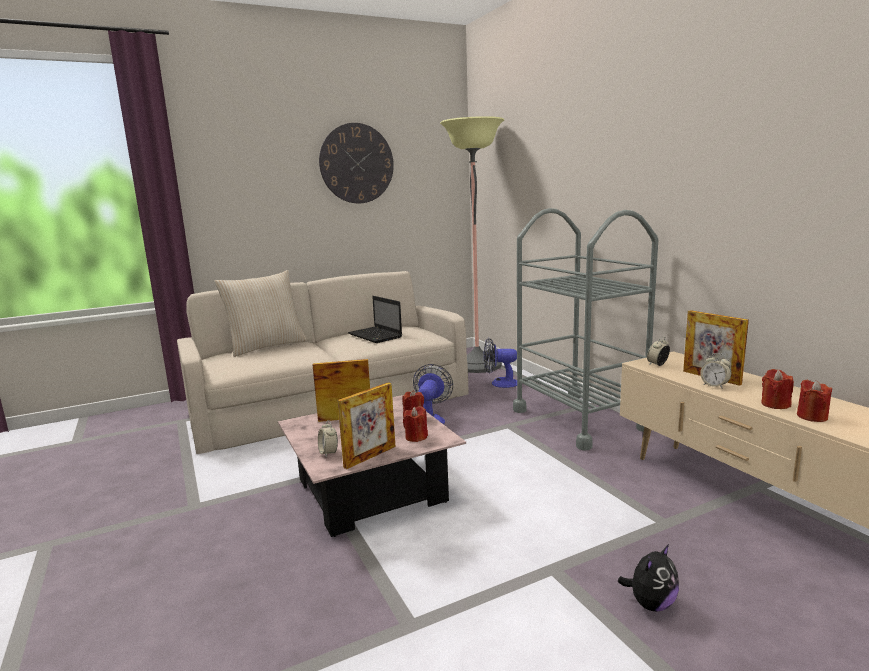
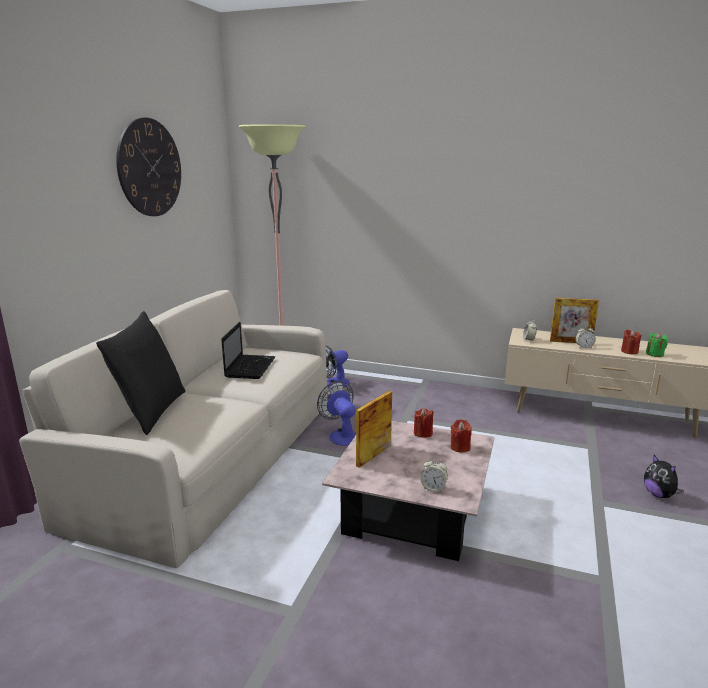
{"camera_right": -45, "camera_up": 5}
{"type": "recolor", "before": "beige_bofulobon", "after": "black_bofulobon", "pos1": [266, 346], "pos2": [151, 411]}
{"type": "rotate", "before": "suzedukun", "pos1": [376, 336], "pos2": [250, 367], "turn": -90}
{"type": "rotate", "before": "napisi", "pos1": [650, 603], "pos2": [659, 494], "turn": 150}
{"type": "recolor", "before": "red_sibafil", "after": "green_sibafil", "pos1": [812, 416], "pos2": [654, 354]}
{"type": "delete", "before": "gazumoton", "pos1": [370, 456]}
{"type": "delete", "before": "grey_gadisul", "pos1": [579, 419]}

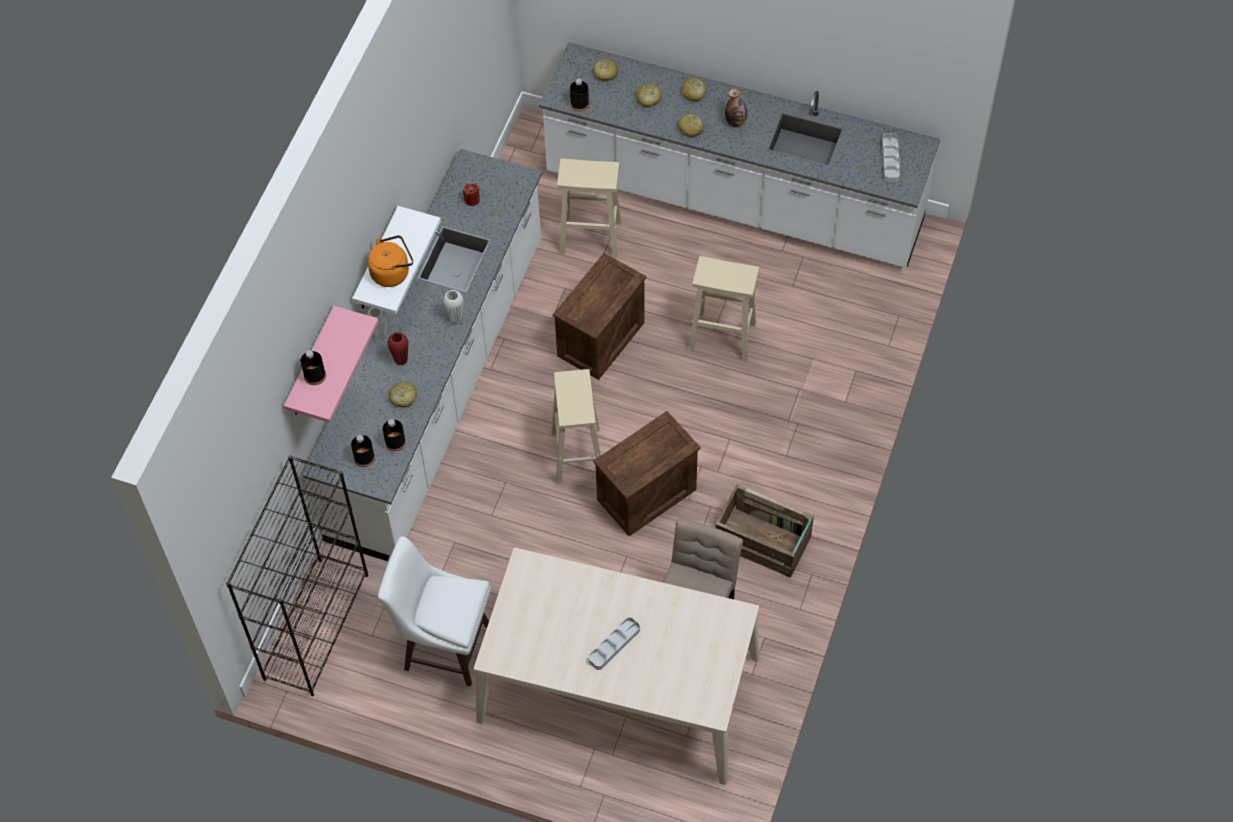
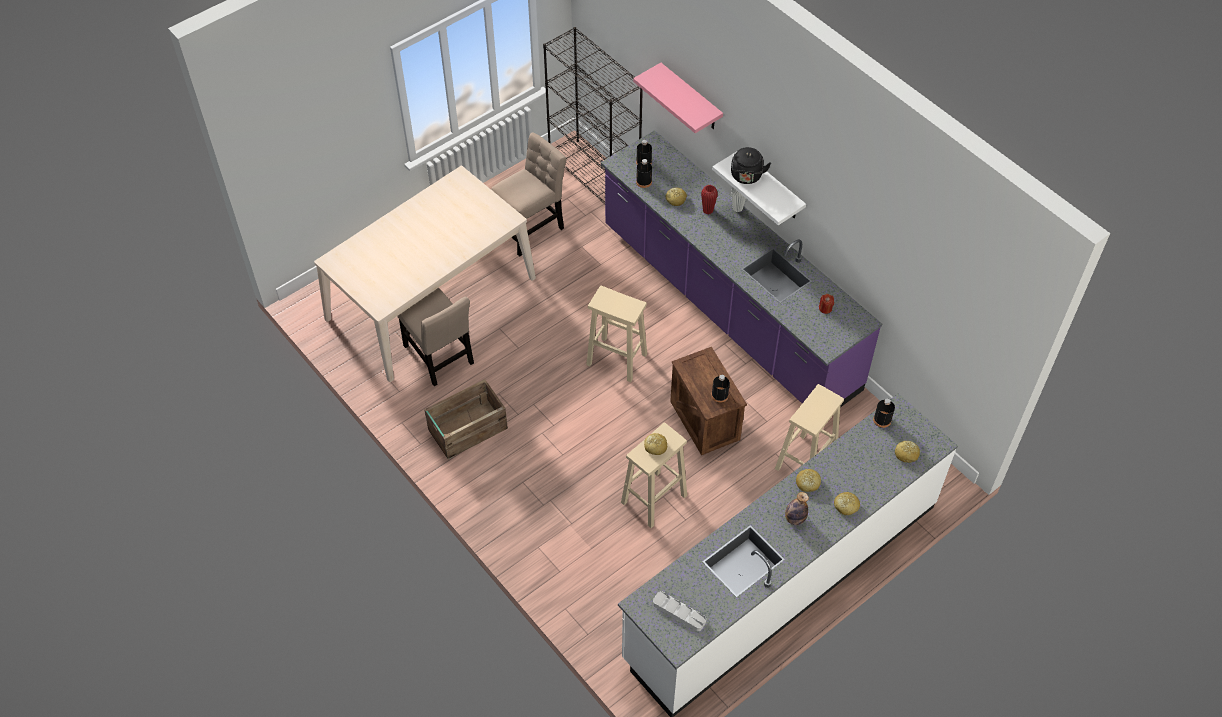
{"camera_right": 120, "camera_up": -5}
{"type": "replace", "before": "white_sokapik", "after": "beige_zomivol", "pos1": [445, 646], "pos2": [531, 228]}
{"type": "recolor", "before": "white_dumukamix", "after": "purple_dumukamix", "pos1": [439, 388], "pos2": [727, 308]}
{"type": "move", "before": "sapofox", "pos1": [648, 98], "pos2": [655, 446]}
{"type": "move", "before": "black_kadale", "pos1": [315, 375], "pos2": [719, 395]}
{"type": "recolor", "before": "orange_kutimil", "after": "black_kutimil", "pos1": [392, 272], "pos2": [746, 177]}
{"type": "delete", "before": "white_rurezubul", "pos1": [455, 318]}
{"type": "delete", "before": "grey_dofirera", "pos1": [614, 645]}
{"type": "delete", "before": "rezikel", "pos1": [646, 496]}

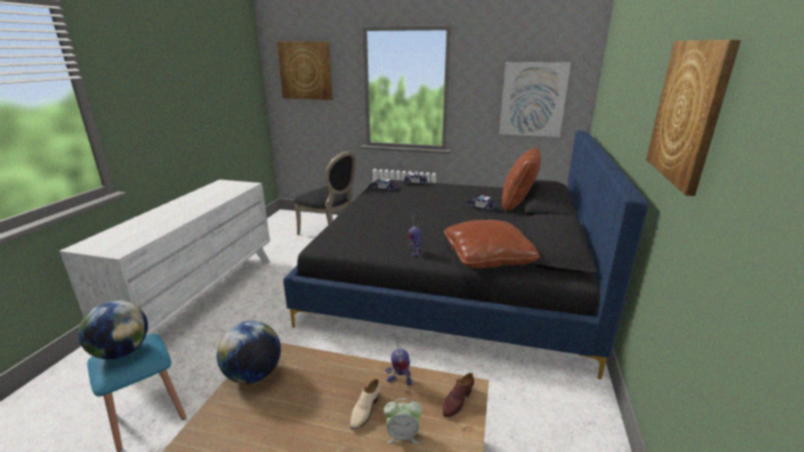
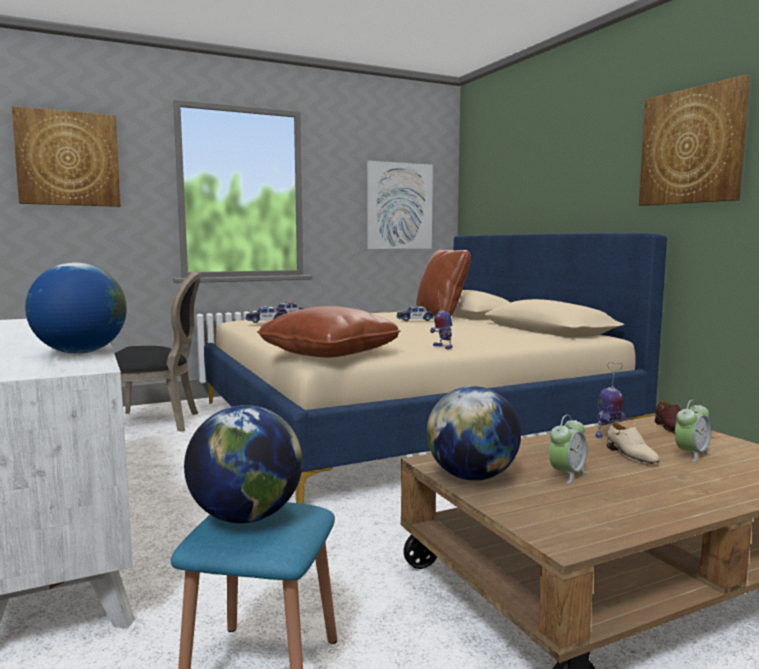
{"camera_right": -40, "camera_up": -15}
{"type": "insert", "after": "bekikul", "pos2": [80, 353]}
{"type": "recolor", "before": "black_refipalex", "after": "beige_refipalex", "pos1": [453, 278], "pos2": [407, 420]}
{"type": "move", "before": "brown_bofulobon", "pos1": [487, 257], "pos2": [329, 354]}
{"type": "insert", "after": "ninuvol", "pos2": [567, 475]}

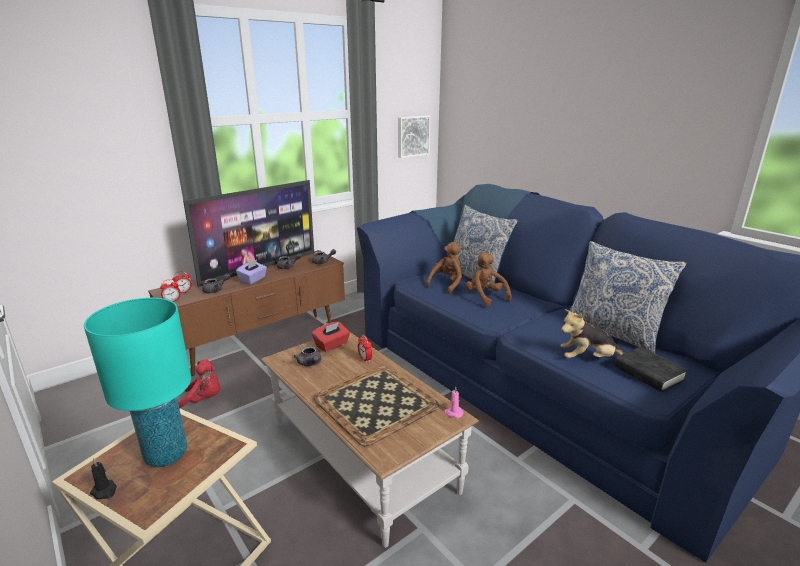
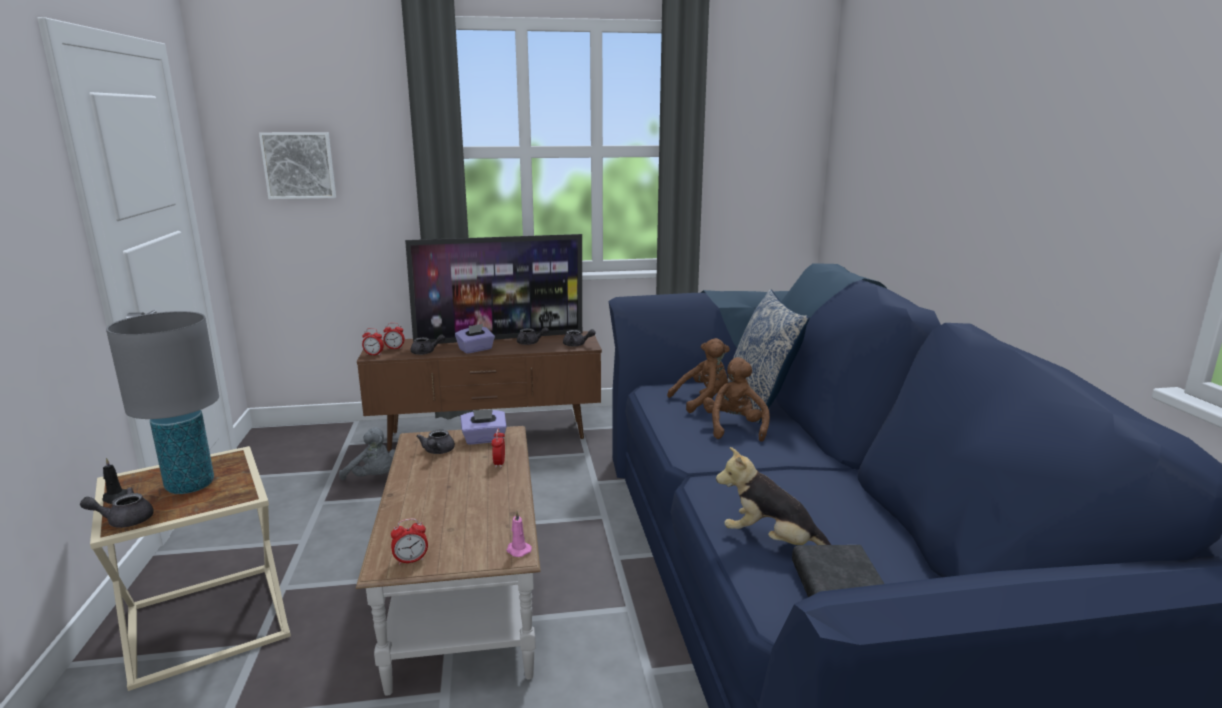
{"camera_right": 30, "camera_up": -5}
{"type": "insert", "after": "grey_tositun", "pos2": [124, 520]}
{"type": "recolor", "before": "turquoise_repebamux", "after": "grey_repebamux", "pos1": [166, 454], "pos2": [190, 485]}
{"type": "move", "before": "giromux", "pos1": [412, 136], "pos2": [299, 165]}
{"type": "recolor", "before": "red_napisi", "after": "grey_napisi", "pos1": [203, 400], "pos2": [374, 478]}
{"type": "insert", "after": "ninuvol", "pos2": [411, 560]}
{"type": "recolor", "before": "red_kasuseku", "after": "purple_kasuseku", "pos1": [332, 345], "pos2": [484, 439]}
{"type": "delete", "before": "dofirera", "pos1": [375, 404]}
{"type": "delete", "before": "bofulobon", "pos1": [612, 332]}

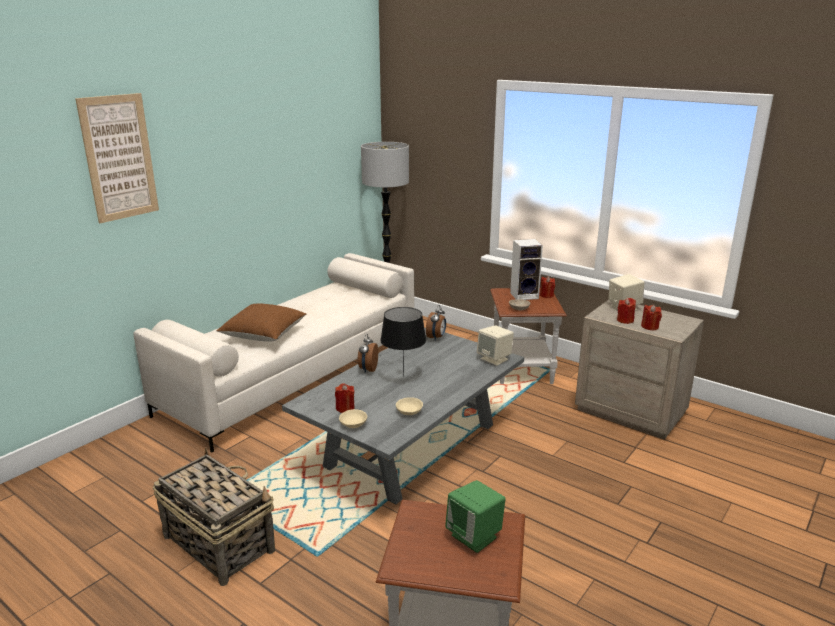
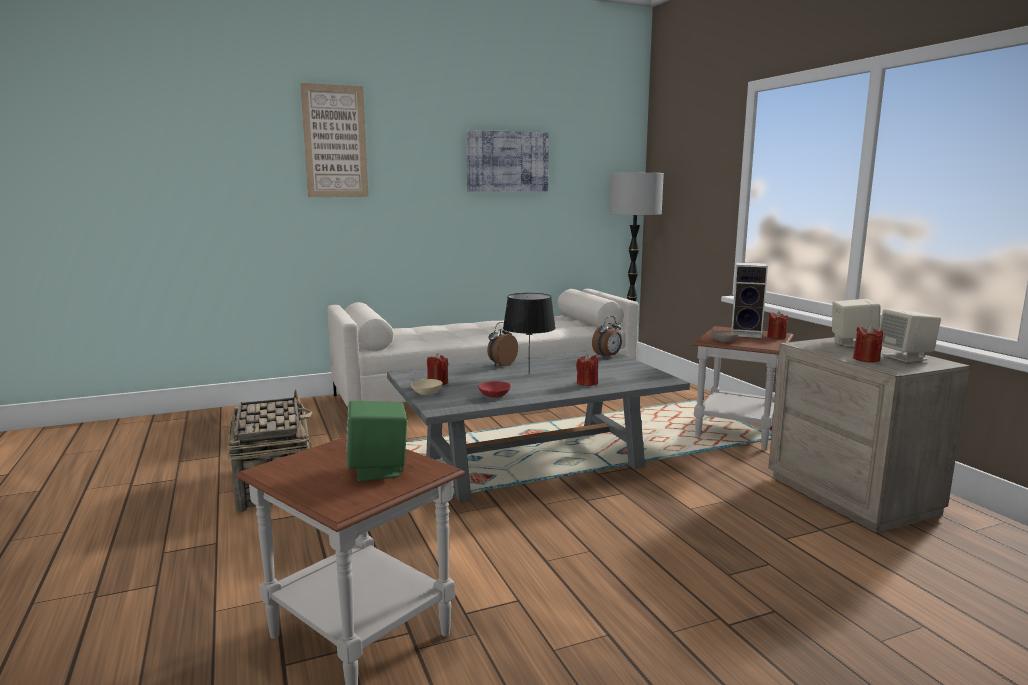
{"camera_right": 30, "camera_up": -10}
{"type": "insert", "after": "giromux", "pos2": [507, 161]}
{"type": "recolor", "before": "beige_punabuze", "after": "red_punabuze", "pos1": [409, 411], "pos2": [494, 395]}
{"type": "move", "before": "red_sibafil", "pos1": [625, 320], "pos2": [587, 383]}
{"type": "move", "before": "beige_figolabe", "pos1": [494, 359], "pos2": [905, 357]}
{"type": "delete", "before": "brown_bofulobon", "pos1": [264, 335]}

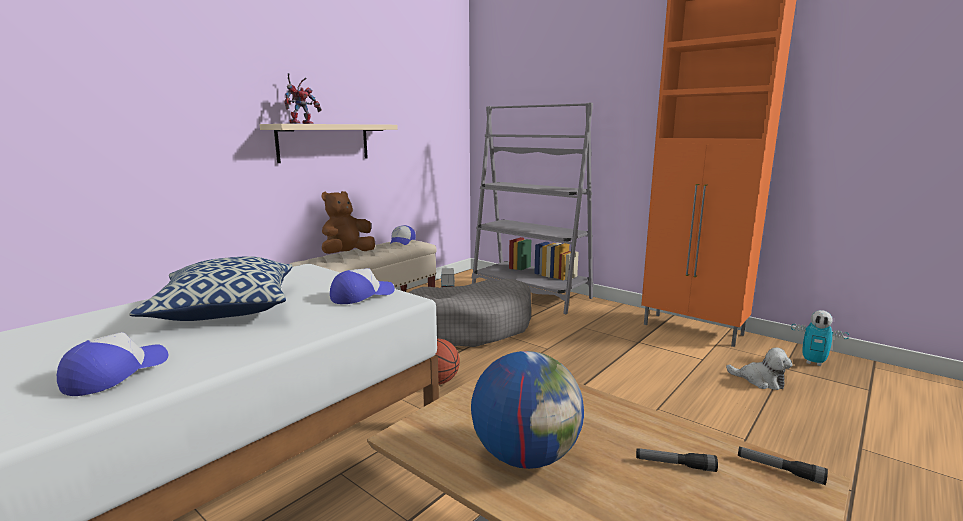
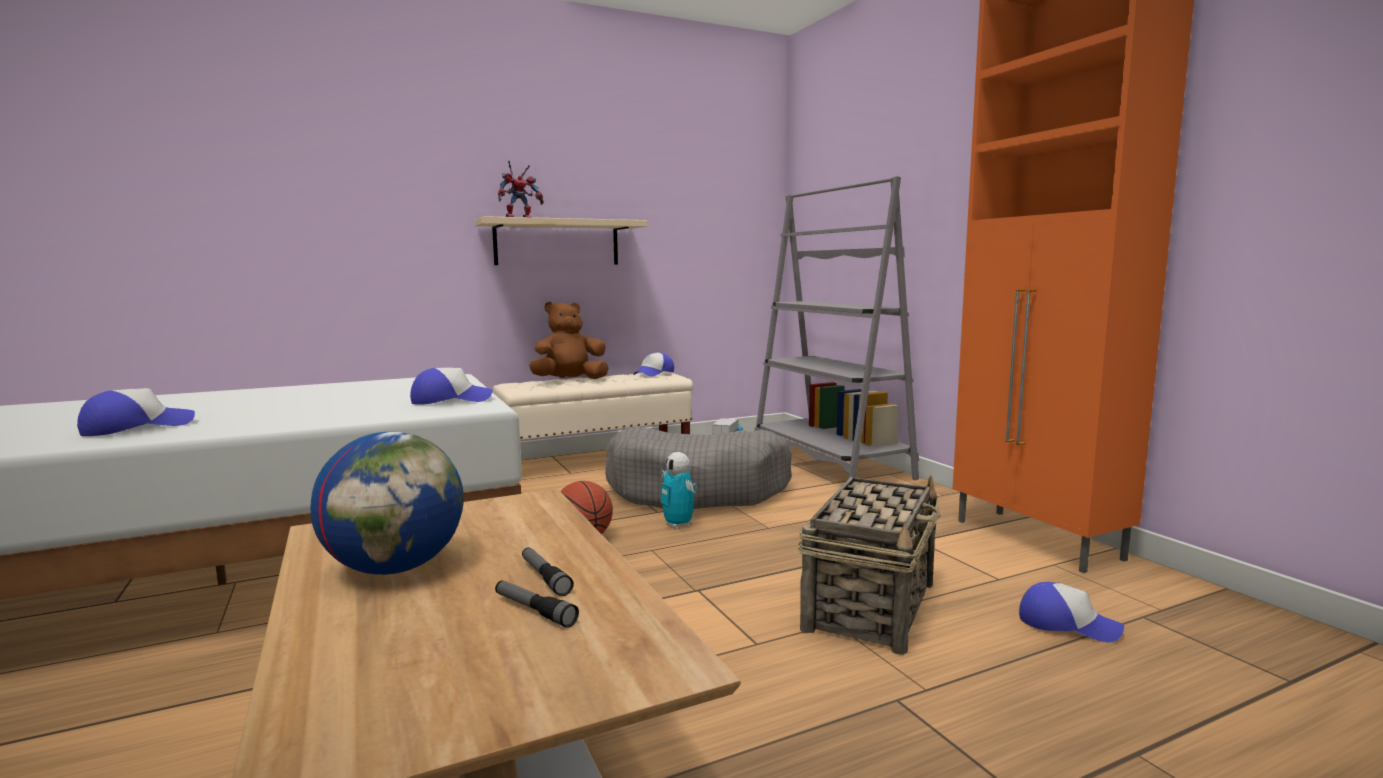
{"camera_right": 25, "camera_up": -5}
{"type": "move", "before": "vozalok", "pos1": [779, 470], "pos2": [545, 578]}
{"type": "move", "before": "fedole", "pos1": [813, 362], "pos2": [678, 525]}
{"type": "insert", "after": "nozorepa", "pos2": [871, 605]}
{"type": "replace", "before": "napisi", "after": "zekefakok", "pos1": [760, 381], "pos2": [1067, 624]}
{"type": "delete", "before": "bofulobon", "pos1": [226, 309]}

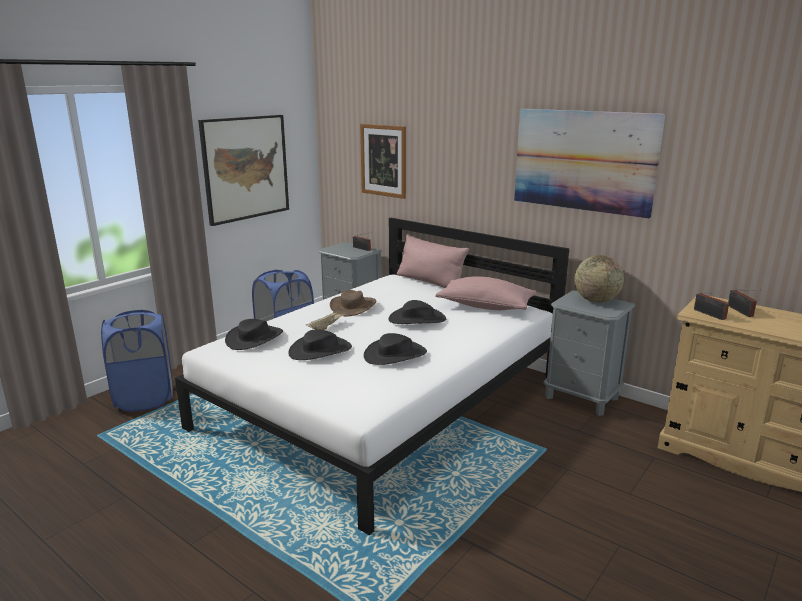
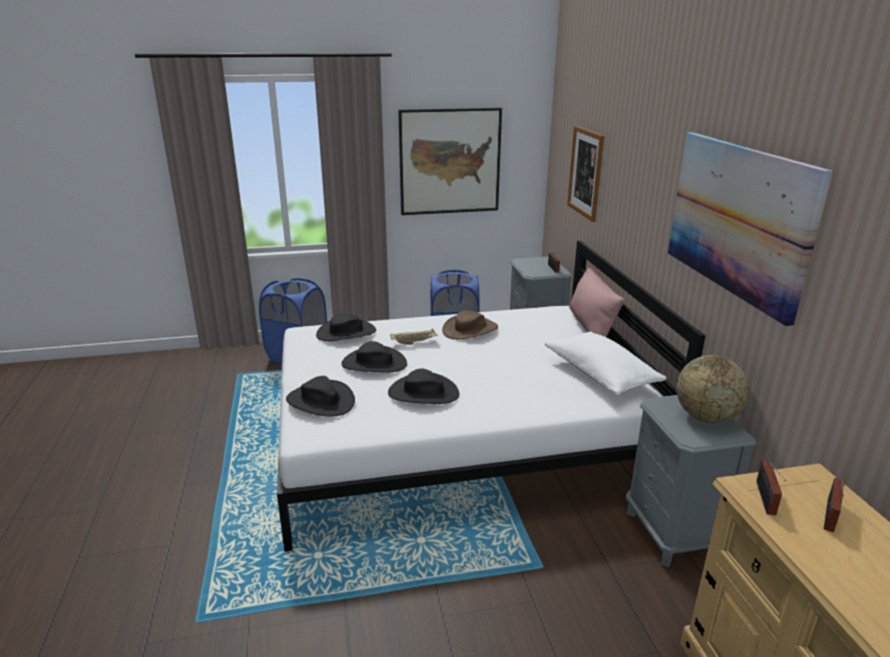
{"camera_right": 40, "camera_up": 5}
{"type": "move", "before": "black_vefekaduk", "pos1": [417, 319], "pos2": [320, 401]}
{"type": "recolor", "before": "pink_bofulobon", "after": "white_bofulobon", "pos1": [485, 306], "pos2": [600, 375]}

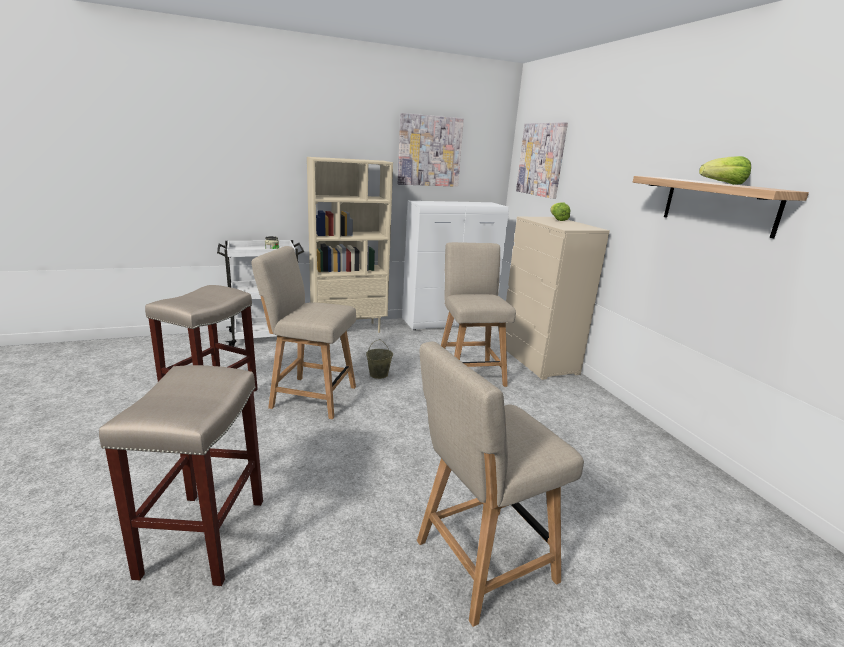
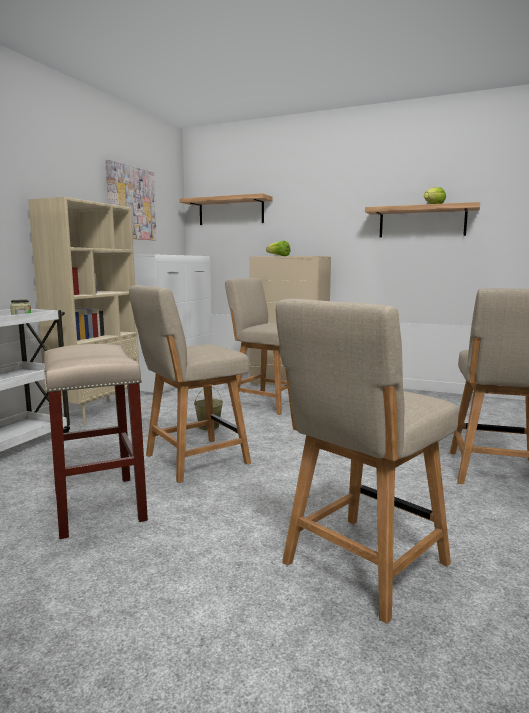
{"camera_right": -45, "camera_up": -10}
{"type": "replace", "before": "giromux", "after": "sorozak", "pos1": [541, 159], "pos2": [231, 211]}
{"type": "replace", "before": "beige_sokapik", "after": "beige_zomivol", "pos1": [204, 535], "pos2": [361, 567]}

